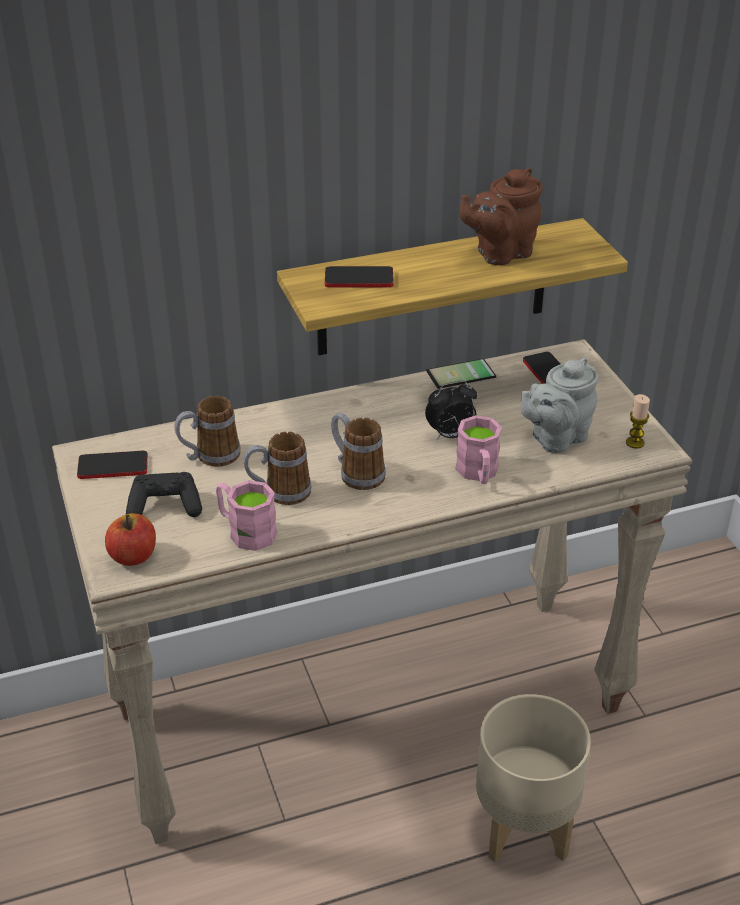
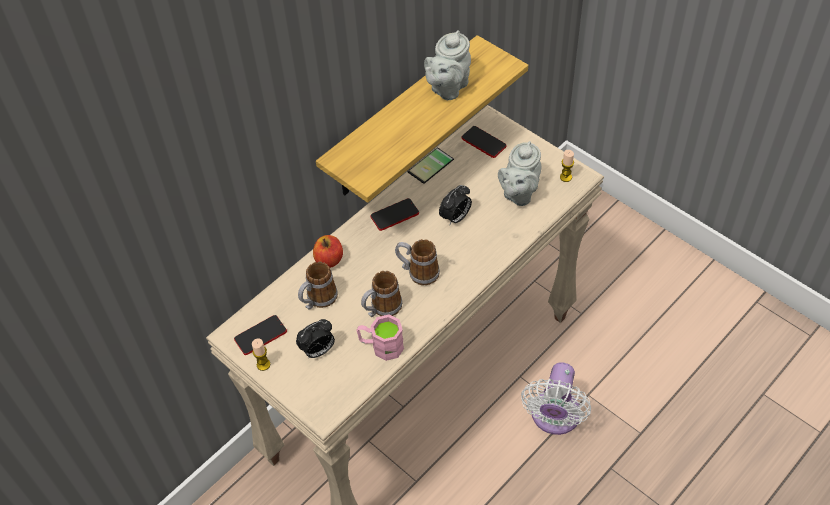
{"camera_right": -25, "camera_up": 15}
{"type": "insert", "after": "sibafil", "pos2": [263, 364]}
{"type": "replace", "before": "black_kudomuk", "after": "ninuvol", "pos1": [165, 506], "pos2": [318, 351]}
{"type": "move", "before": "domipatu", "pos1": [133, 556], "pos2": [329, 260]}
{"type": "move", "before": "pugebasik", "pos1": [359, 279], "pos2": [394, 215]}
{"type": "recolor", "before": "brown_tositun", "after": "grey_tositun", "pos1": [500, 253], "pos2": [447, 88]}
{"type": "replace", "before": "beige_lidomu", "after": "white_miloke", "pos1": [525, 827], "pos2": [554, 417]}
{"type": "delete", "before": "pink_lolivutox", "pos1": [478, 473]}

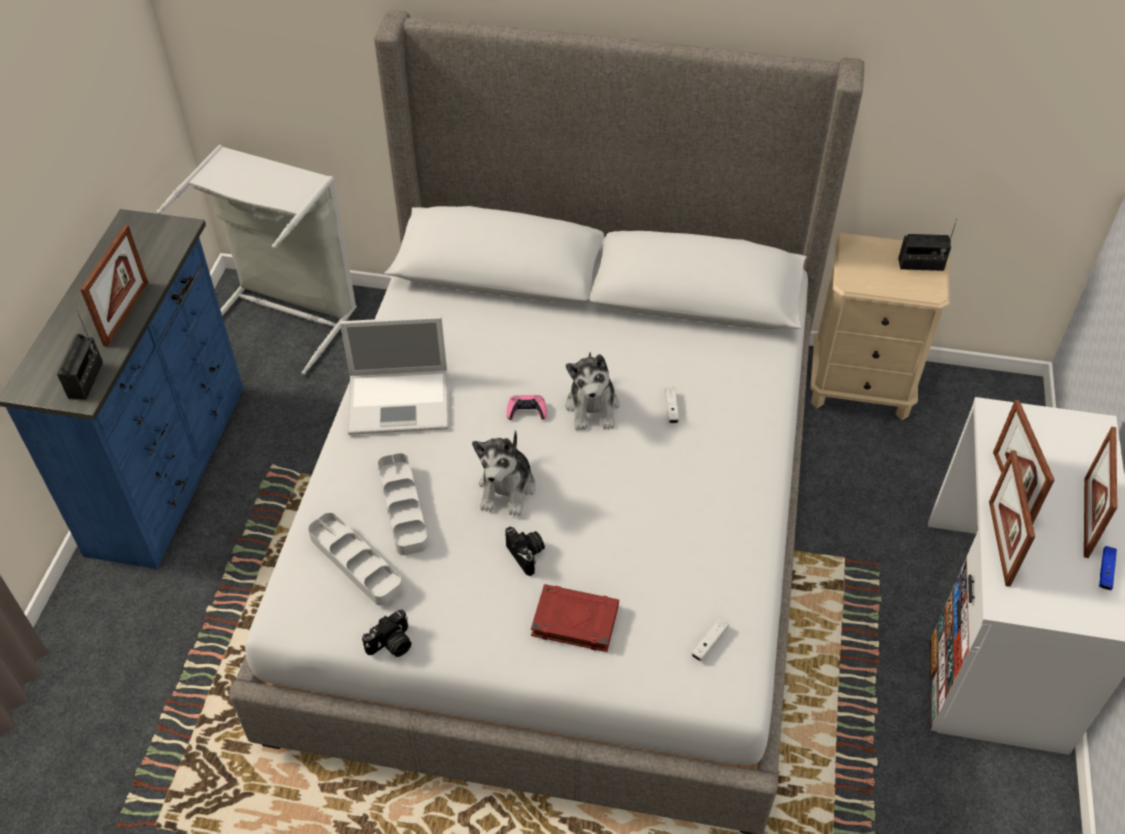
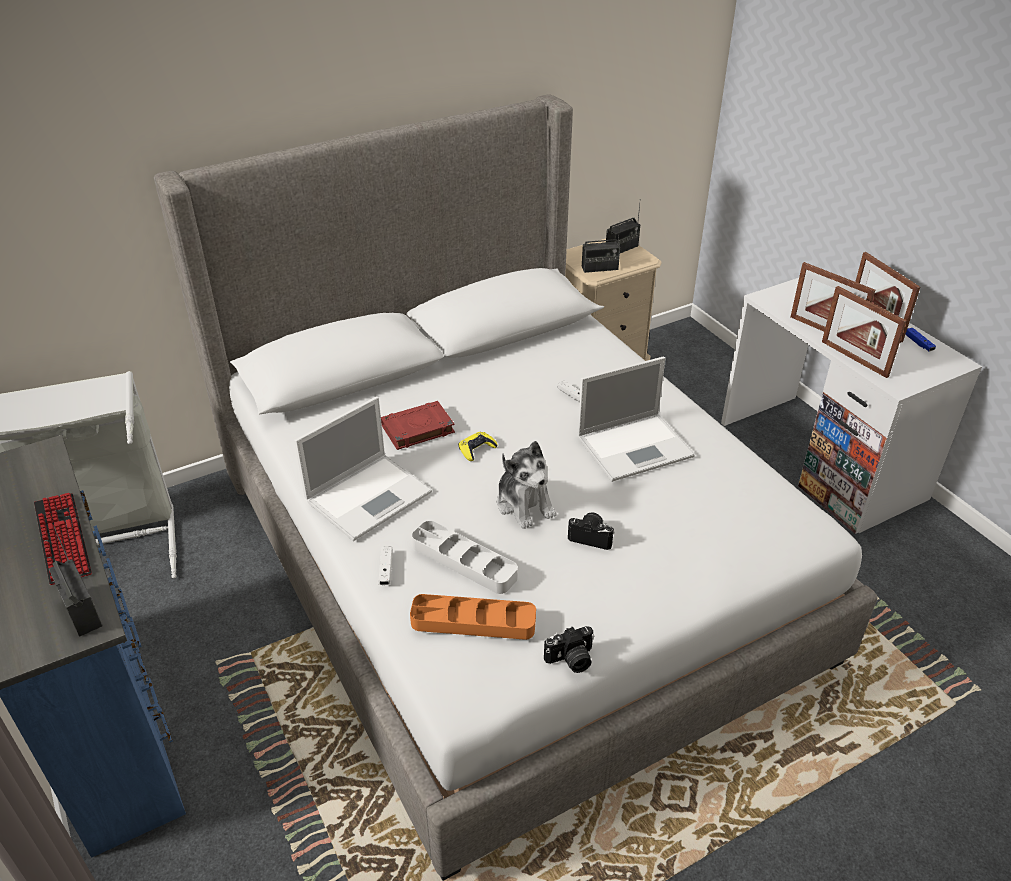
{"camera_right": -40, "camera_up": -10}
{"type": "replace", "before": "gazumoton", "after": "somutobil", "pos1": [126, 313], "pos2": [62, 539]}
{"type": "move", "before": "white_kudomuk", "pos1": [709, 643], "pos2": [386, 570]}
{"type": "move", "before": "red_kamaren", "pos1": [574, 621], "pos2": [417, 429]}
{"type": "recolor", "before": "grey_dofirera", "after": "orange_dofirera", "pos1": [355, 562], "pos2": [473, 621]}
{"type": "recolor", "before": "pink_kudomuk", "after": "yellow_kudomuk", "pos1": [526, 411], "pos2": [476, 449]}
{"type": "rotate", "before": "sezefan", "pos1": [391, 645], "pos2": [571, 660], "turn": 60}
{"type": "insert", "after": "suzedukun", "pos2": [636, 446]}
{"type": "insert", "after": "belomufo", "pos2": [599, 268]}
{"type": "delete", "before": "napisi", "pos1": [592, 407]}

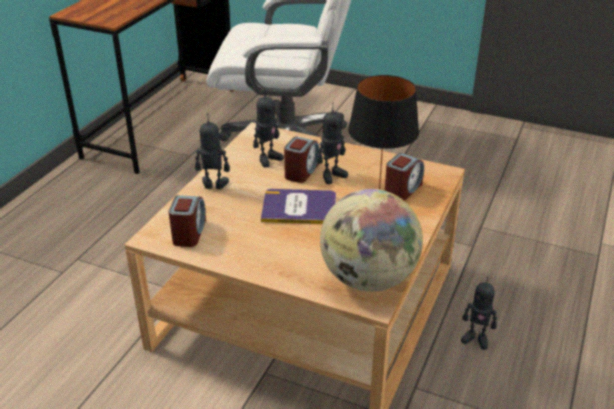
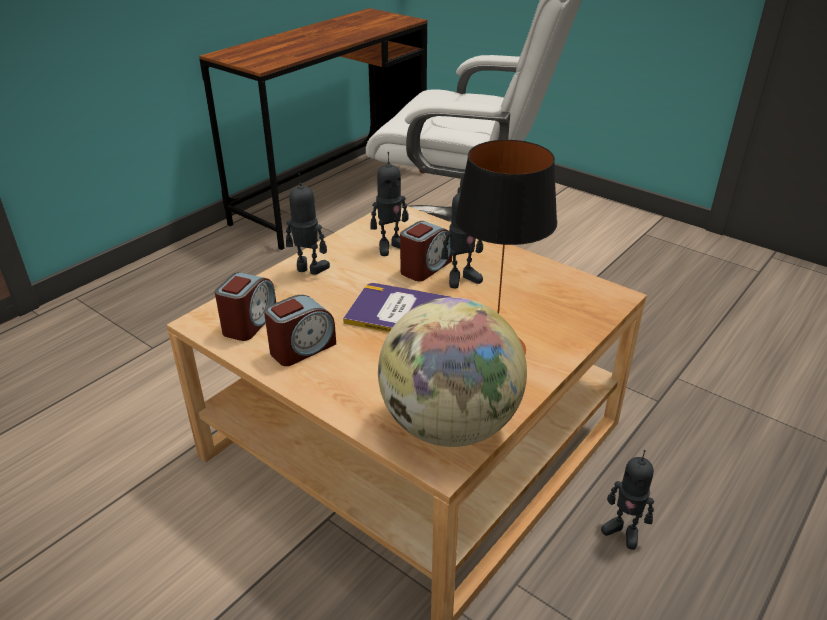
{"camera_right": 15, "camera_up": 0}
{"type": "move", "before": "ninuvol", "pos1": [402, 190], "pos2": [302, 348]}

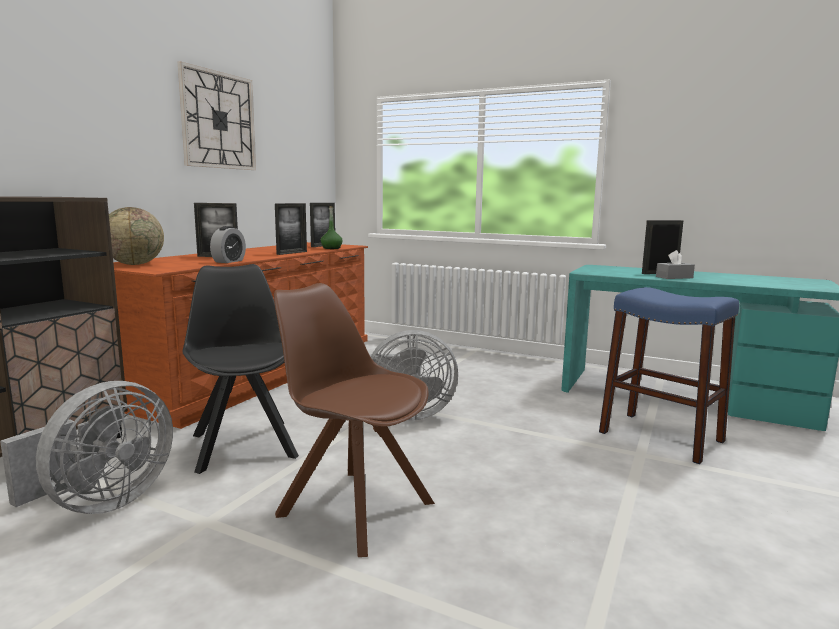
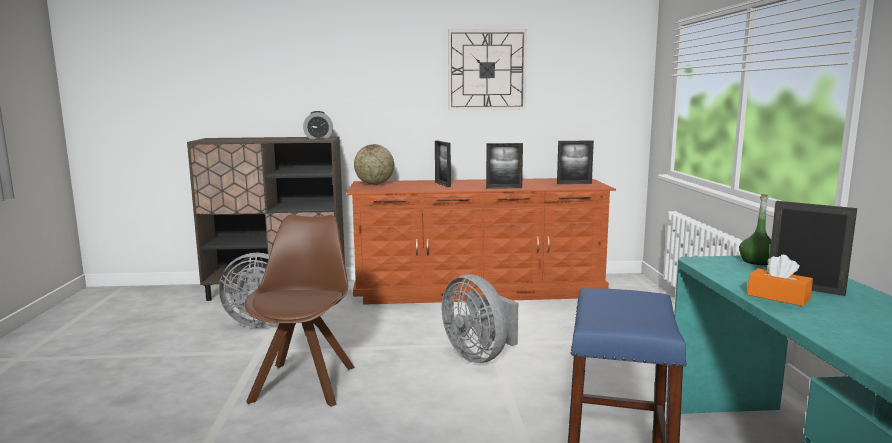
{"camera_right": 60, "camera_up": 0}
{"type": "move", "before": "ninuvol", "pos1": [229, 261], "pos2": [318, 138]}
{"type": "move", "before": "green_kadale", "pos1": [331, 248], "pos2": [757, 261]}
{"type": "recolor", "before": "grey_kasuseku", "after": "orange_kasuseku", "pos1": [674, 277], "pos2": [778, 297]}
{"type": "delete", "before": "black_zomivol", "pos1": [243, 444]}

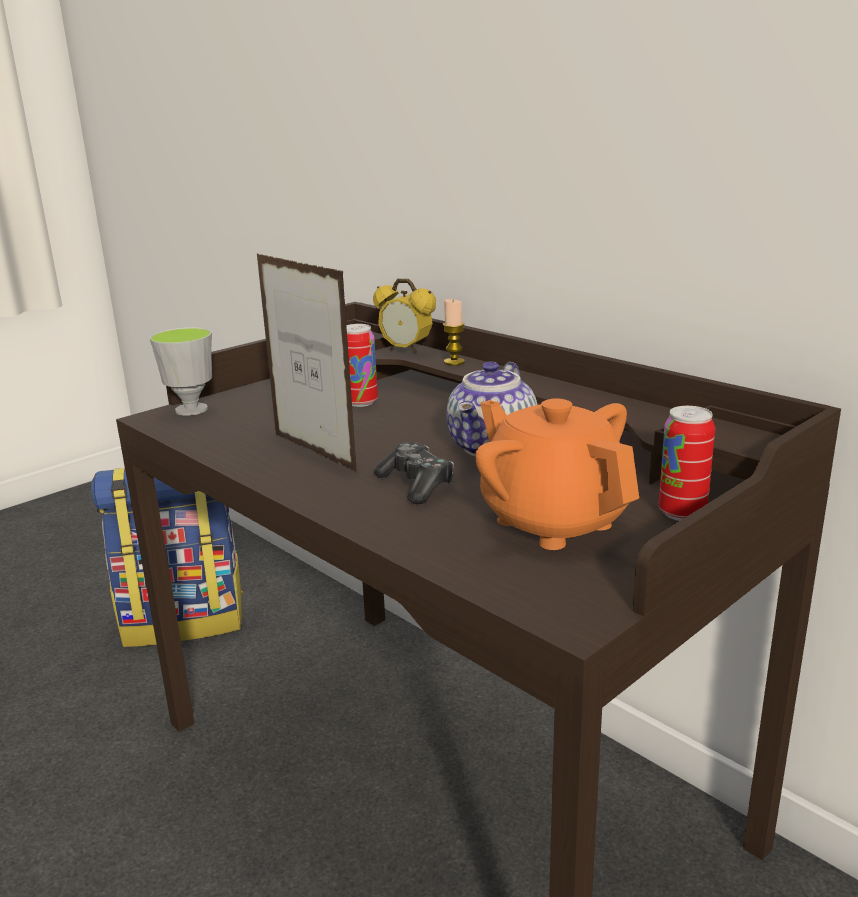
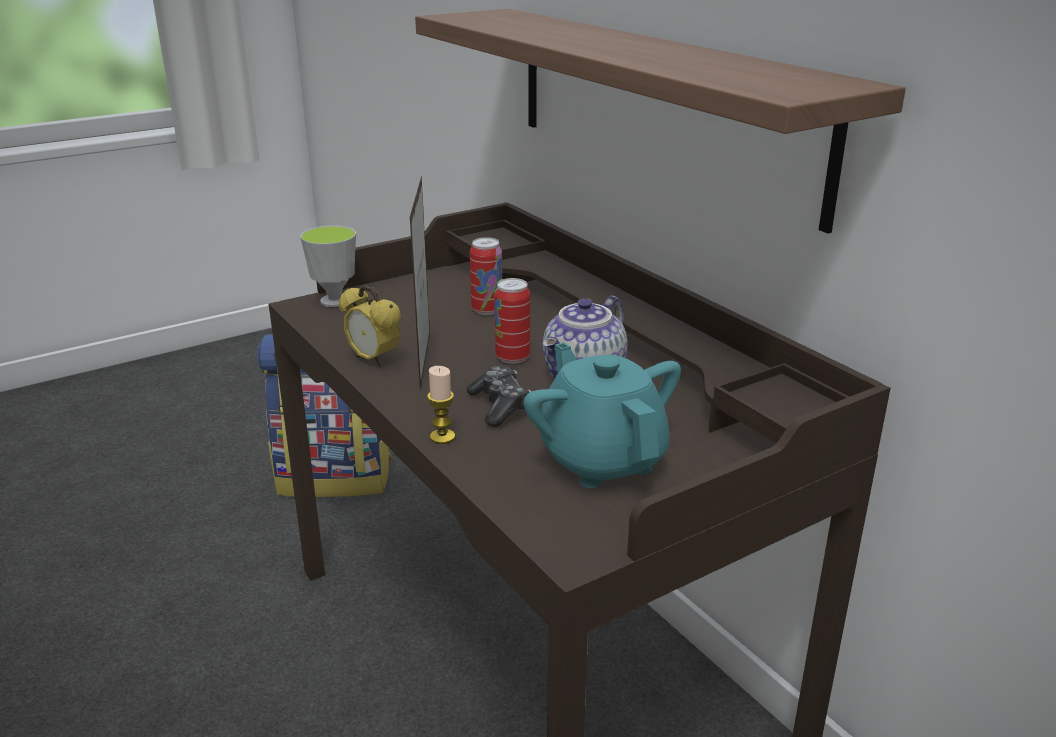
{"camera_right": 10, "camera_up": 5}
{"type": "move", "before": "ninuvol", "pos1": [406, 351], "pos2": [373, 360]}
{"type": "rotate", "before": "gazumoton", "pos1": [314, 452], "pos2": [425, 360], "turn": -150}
{"type": "insert", "after": "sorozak", "pos2": [659, 106]}
{"type": "move", "before": "sibafil", "pos1": [454, 362], "pos2": [442, 437]}
{"type": "move", "before": "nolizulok", "pos1": [682, 513], "pos2": [512, 357]}
{"type": "recolor", "before": "orange_tositun", "after": "turquoise_tositun", "pos1": [553, 521], "pos2": [601, 459]}

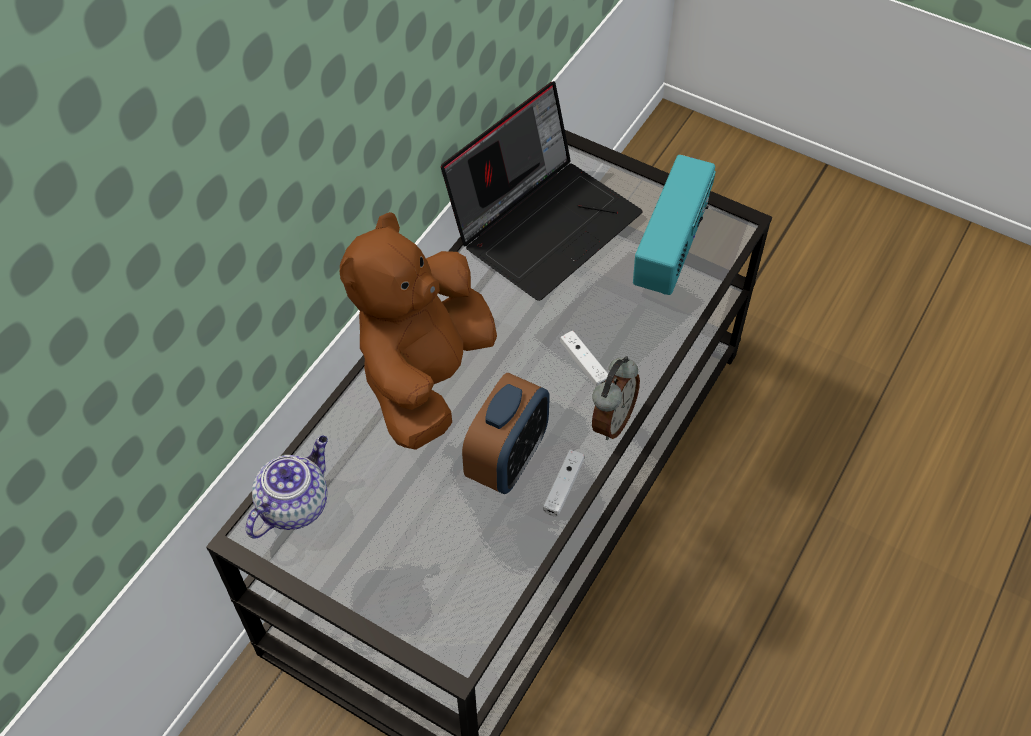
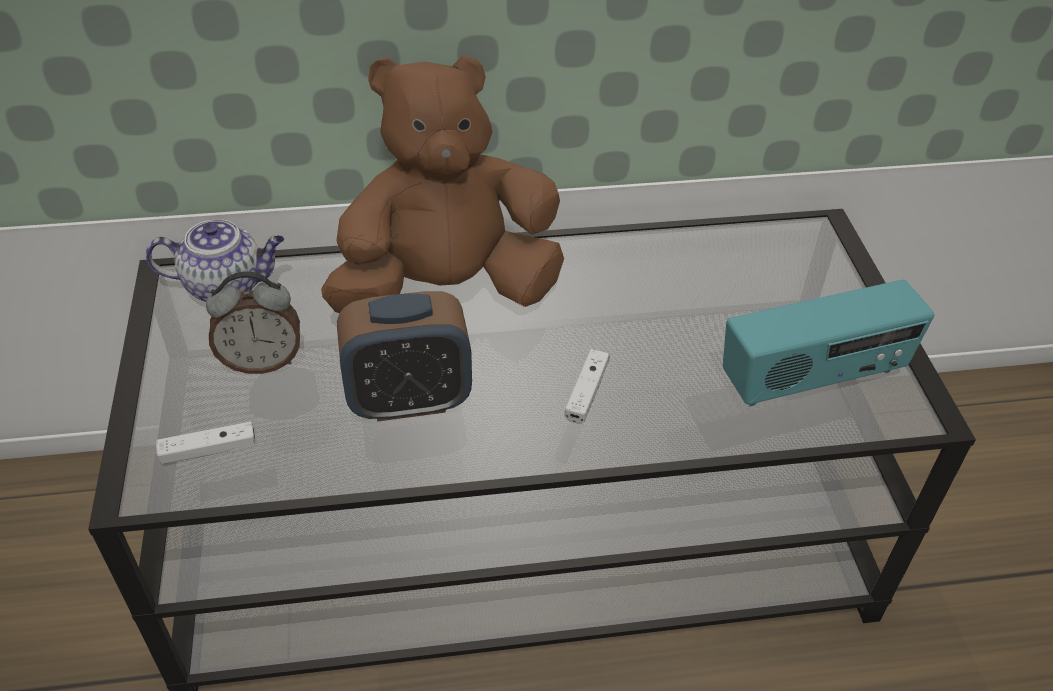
{"camera_right": 50, "camera_up": -10}
{"type": "move", "before": "white_kudomuk", "pos1": [563, 487], "pos2": [208, 450]}
{"type": "move", "before": "ninuvol", "pos1": [611, 420], "pos2": [262, 361]}
{"type": "delete", "before": "suzedukun", "pos1": [544, 223]}

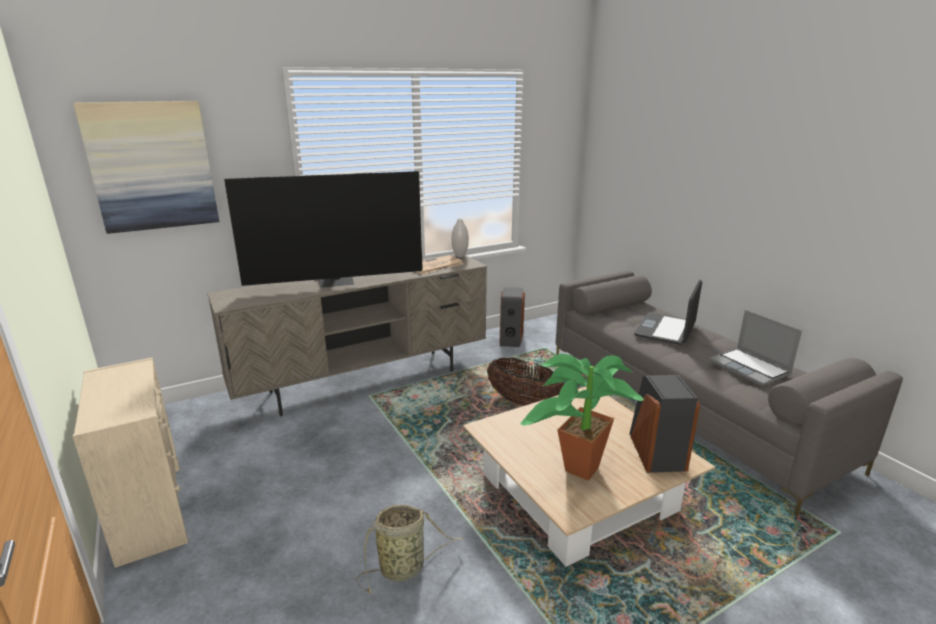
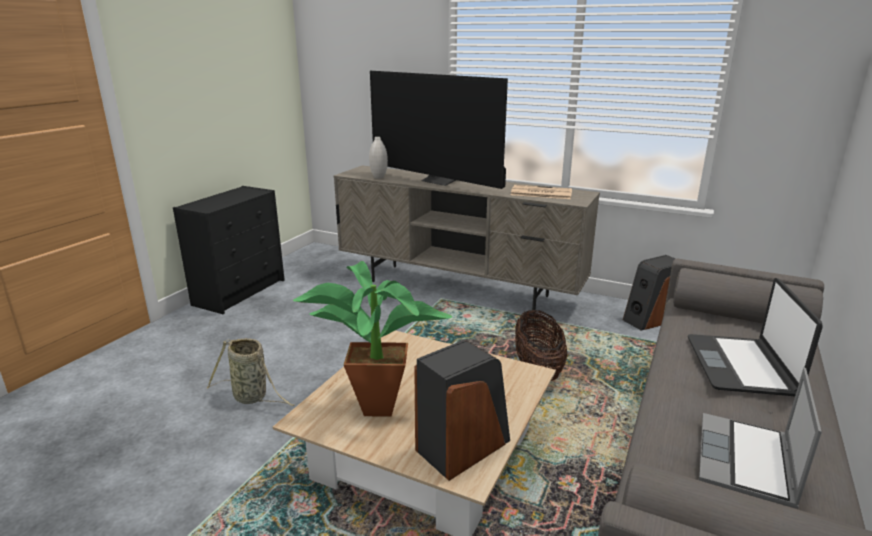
{"camera_right": 55, "camera_up": 0}
{"type": "recolor", "before": "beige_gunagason", "after": "black_gunagason", "pos1": [150, 511], "pos2": [240, 292]}
{"type": "move", "before": "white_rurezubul", "pos1": [460, 256], "pos2": [379, 177]}
{"type": "rotate", "before": "suzedukun", "pos1": [666, 330], "pos2": [741, 366], "turn": -75}
{"type": "delete", "before": "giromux", "pos1": [152, 166]}

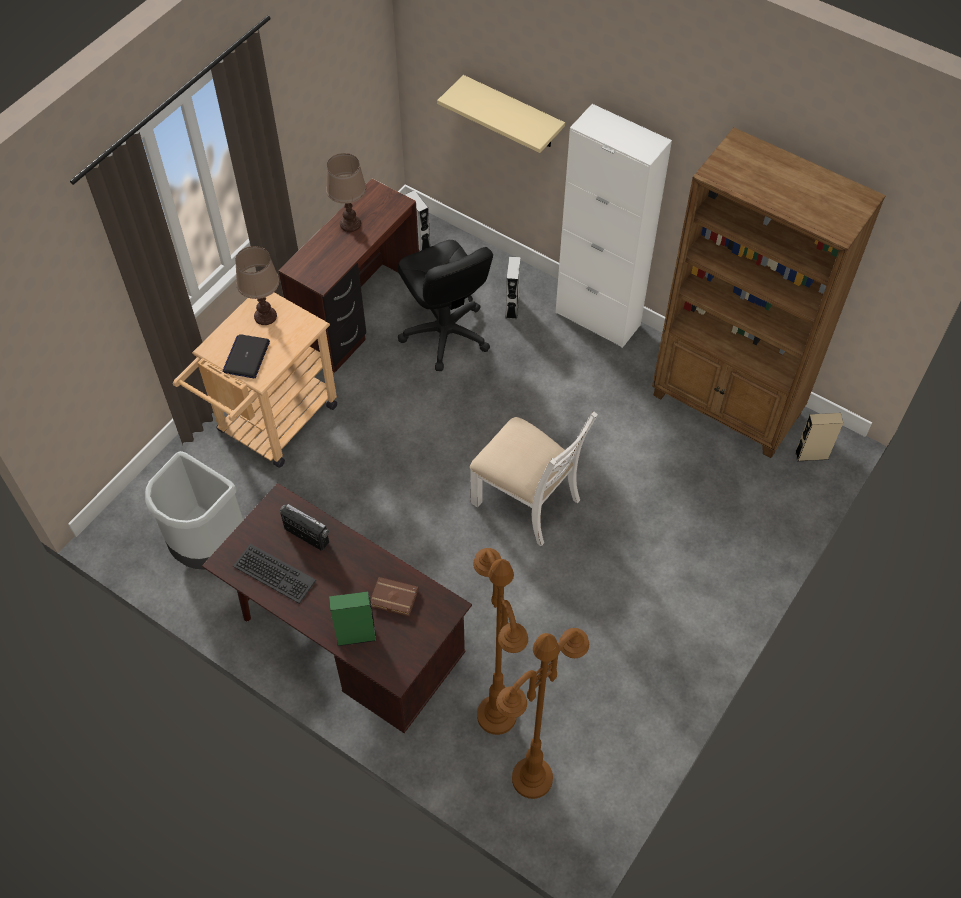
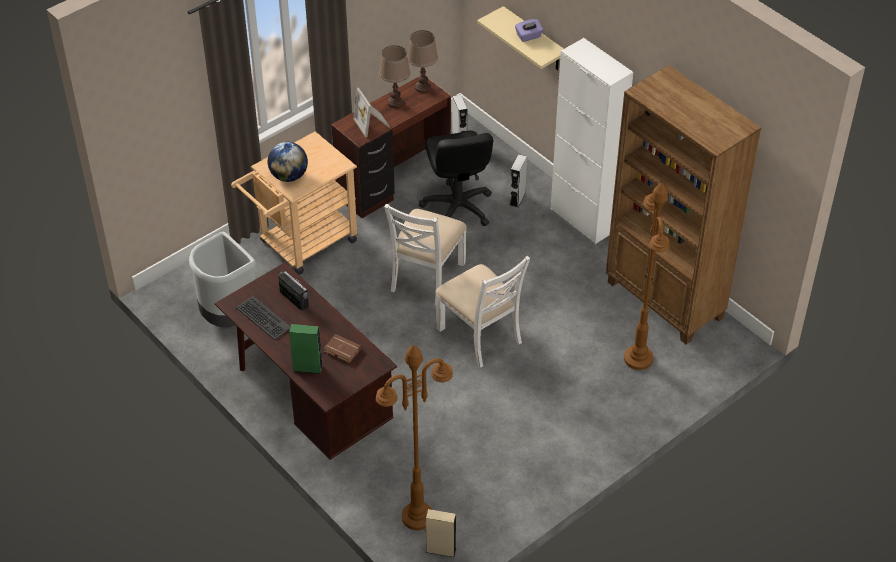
{"camera_right": 15, "camera_up": -10}
{"type": "replace", "before": "suzedukun", "after": "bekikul", "pos1": [246, 357], "pos2": [289, 176]}
{"type": "insert", "after": "gazumoton", "pos2": [373, 124]}
{"type": "insert", "after": "white_zomivol", "pos2": [426, 276]}
{"type": "move", "before": "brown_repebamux", "pos1": [265, 316], "pos2": [423, 87]}
{"type": "move", "before": "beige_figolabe", "pos1": [811, 455], "pos2": [441, 550]}
{"type": "insert", "after": "purple_kasuseku", "pos2": [528, 36]}
{"type": "move", "before": "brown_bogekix", "pos1": [496, 715], "pos2": [638, 358]}

